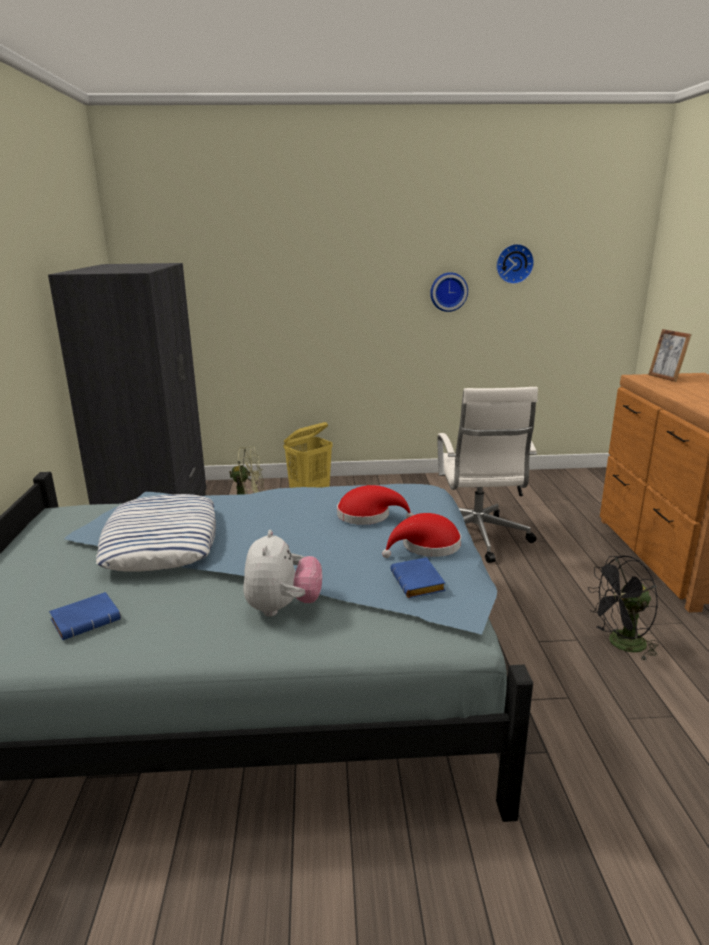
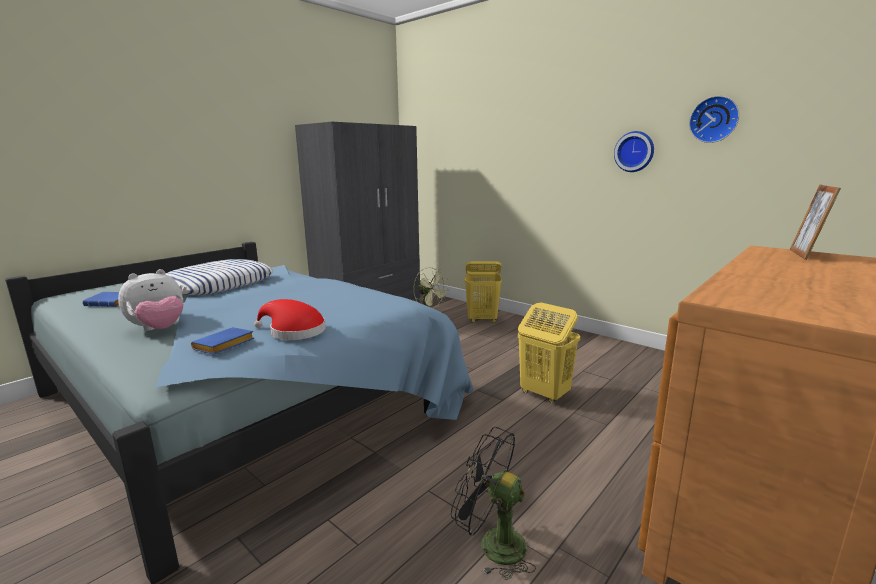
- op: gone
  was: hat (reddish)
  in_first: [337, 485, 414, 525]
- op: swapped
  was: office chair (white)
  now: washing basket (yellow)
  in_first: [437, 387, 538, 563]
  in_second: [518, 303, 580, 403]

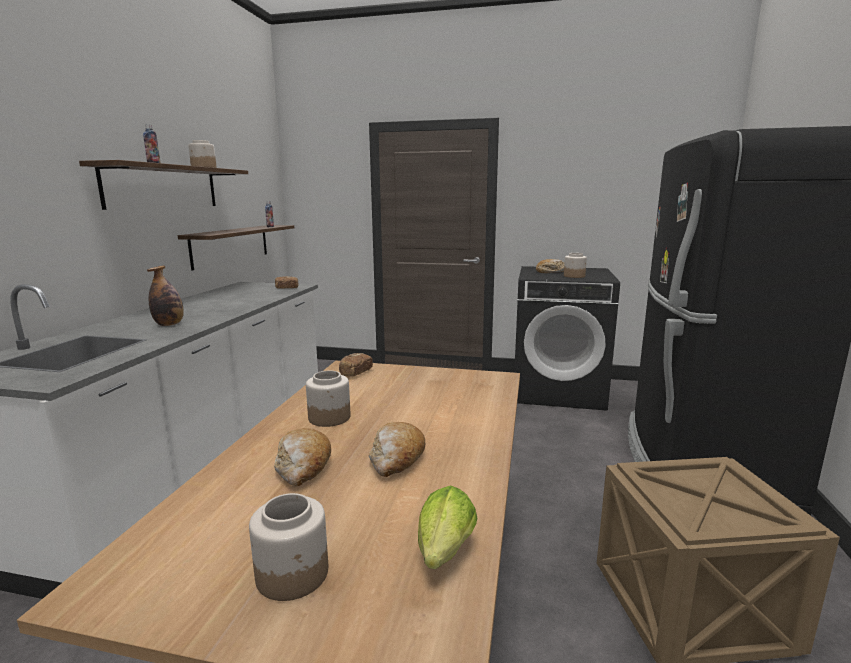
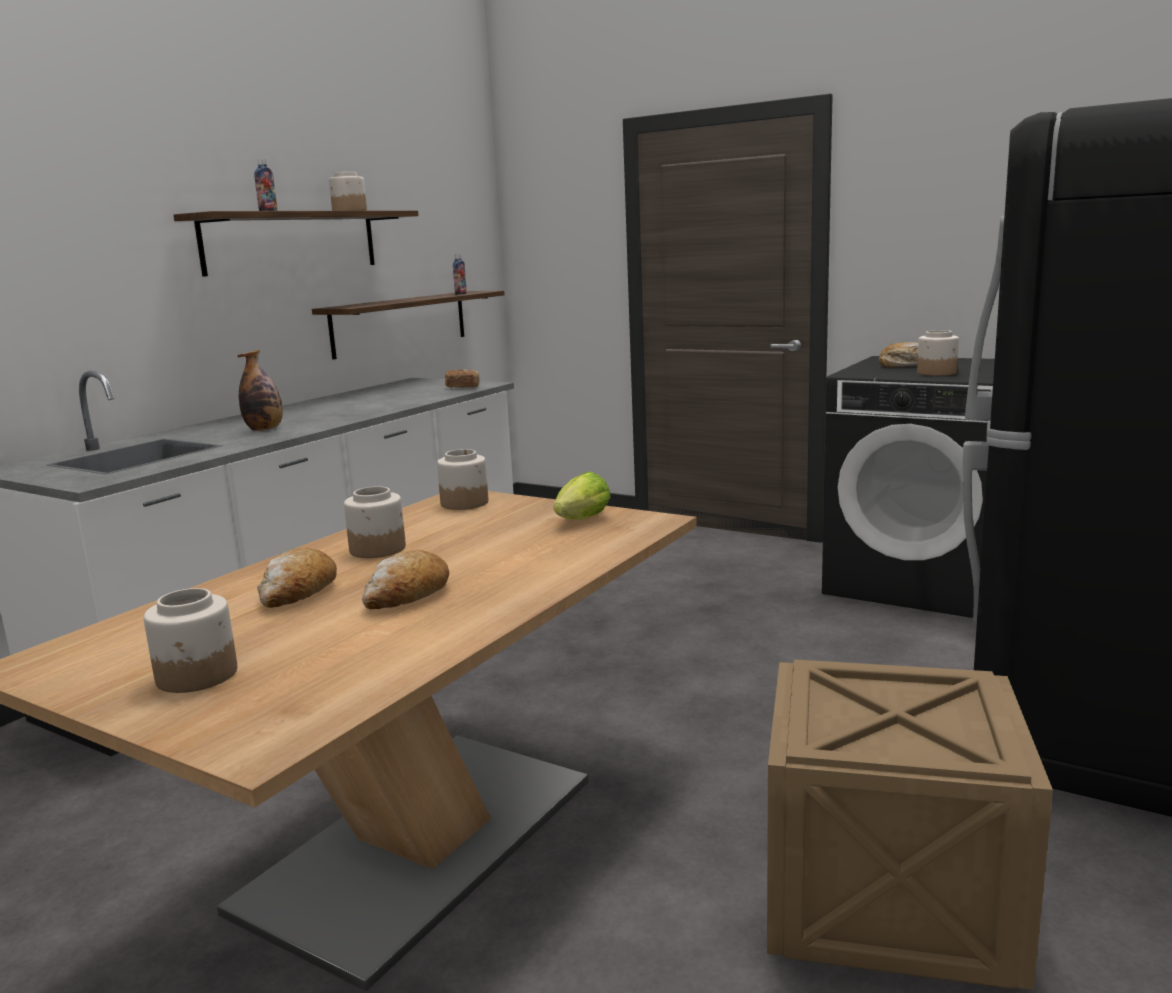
- op: shifted
  was: head of lettuce
  in_first: [418, 486, 477, 569]
  in_second: [554, 472, 611, 520]
- op: swapped
  was: baked bread
  now: storage jar
  in_first: [339, 353, 373, 376]
  in_second: [437, 449, 488, 510]

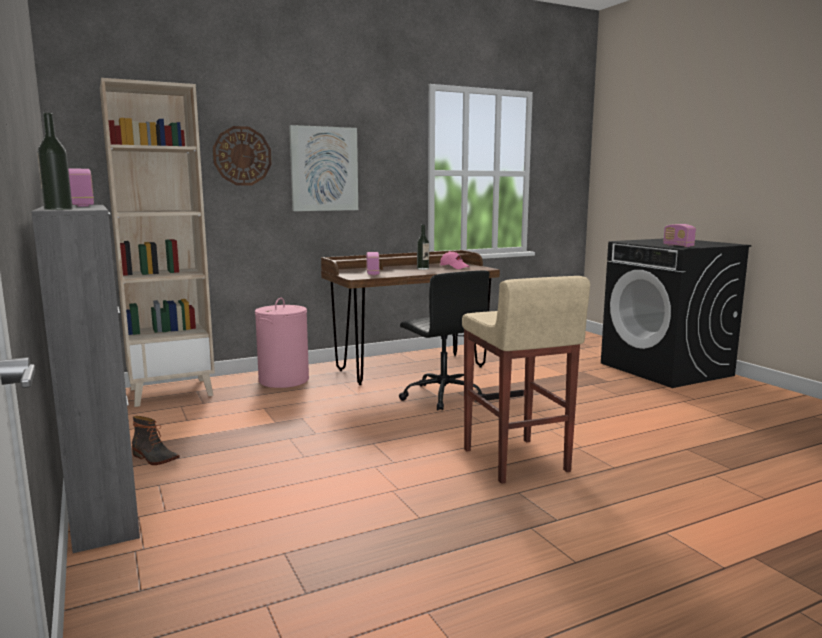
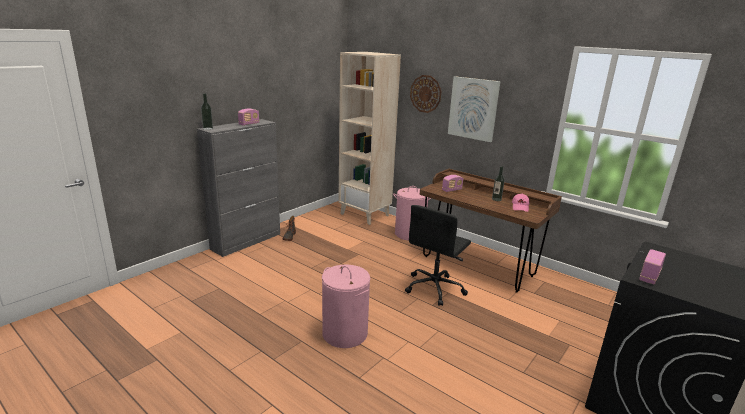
- op: swapped
  was: sitting stool (beige)
  now: washing basket (pink)
  in_first: [462, 276, 590, 484]
  in_second: [322, 265, 370, 348]

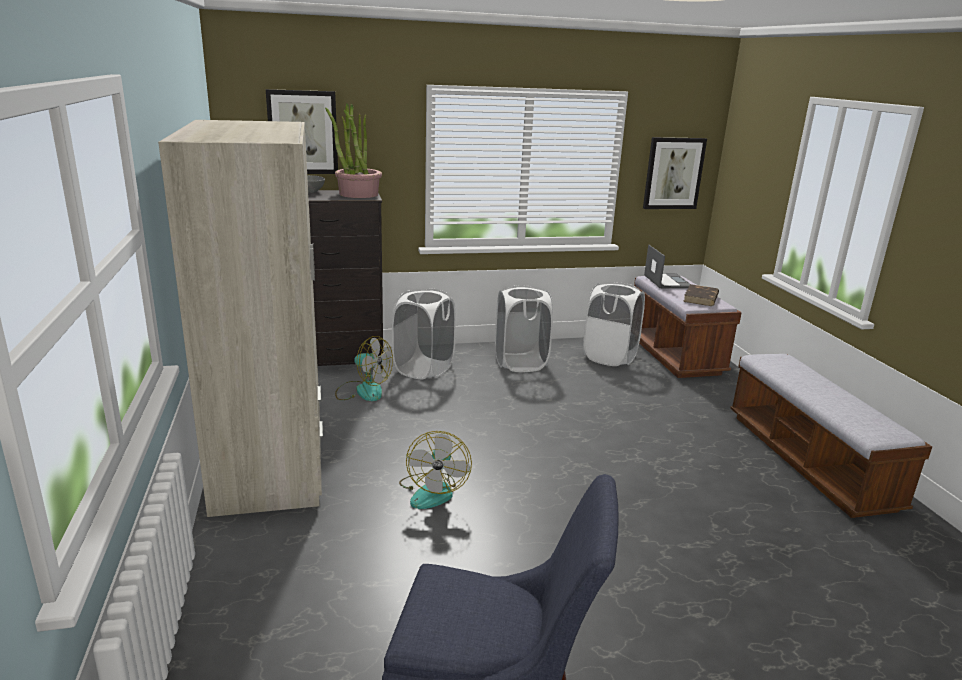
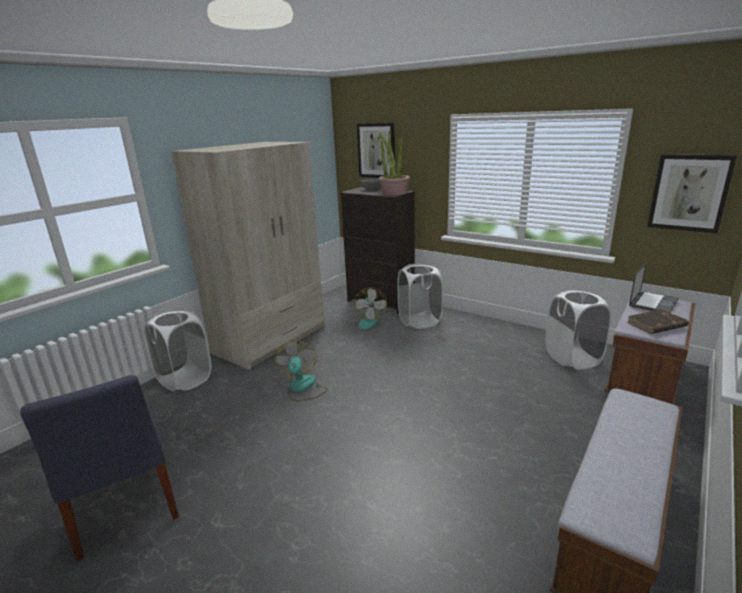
- op: shifted
  was: washing basket (white)
  in_first: [495, 285, 553, 372]
  in_second: [144, 309, 212, 392]
- op: rotated
  was: fan
  in_first: [399, 431, 472, 509]
  in_second: [274, 340, 327, 401]
  clockwise: 120

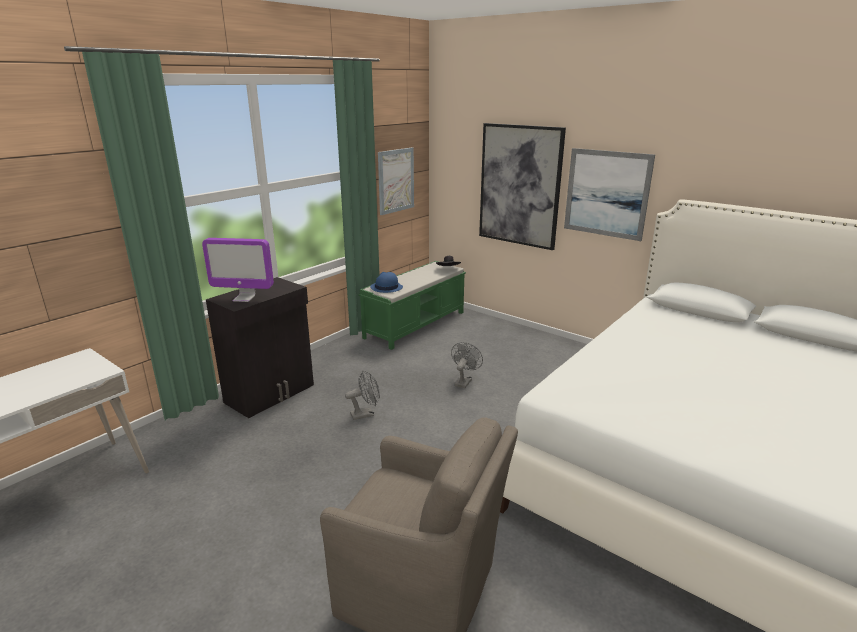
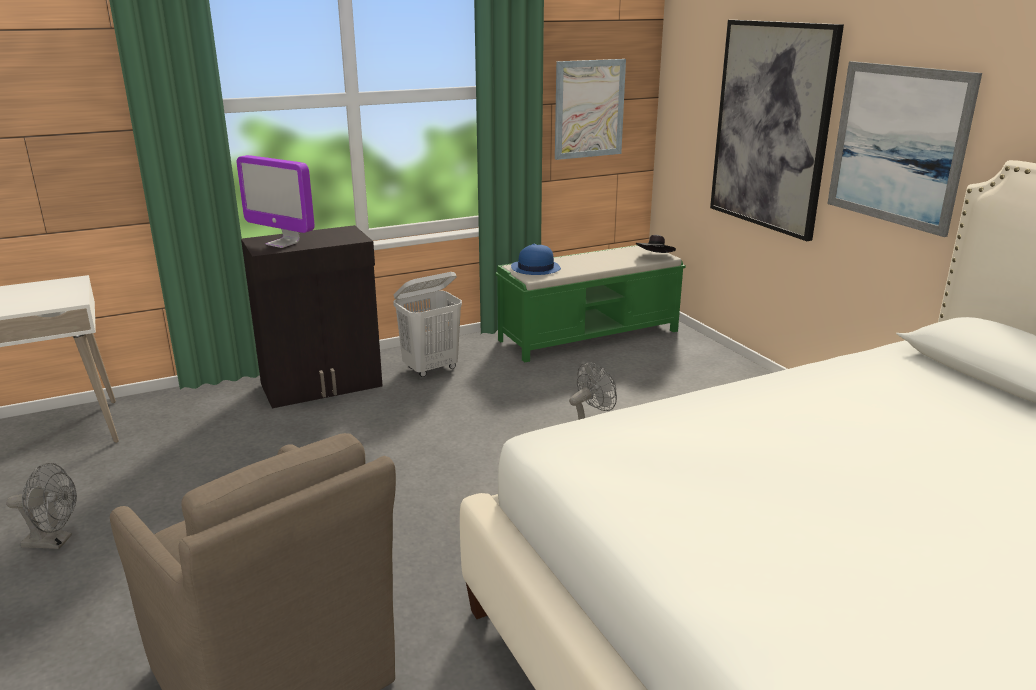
- op: new
  now: washing basket (white)
  in_second: [393, 272, 462, 377]
- op: shifted
  was: fan (grey)
  in_first: [345, 370, 380, 420]
  in_second: [6, 463, 77, 549]

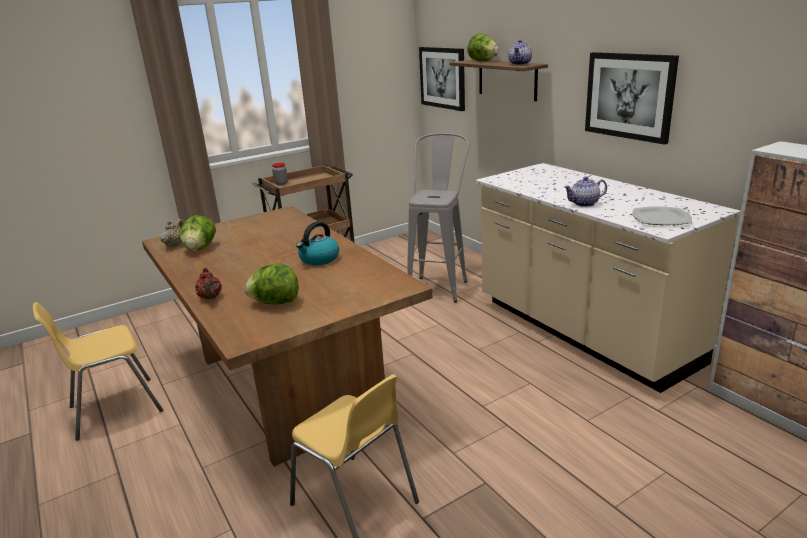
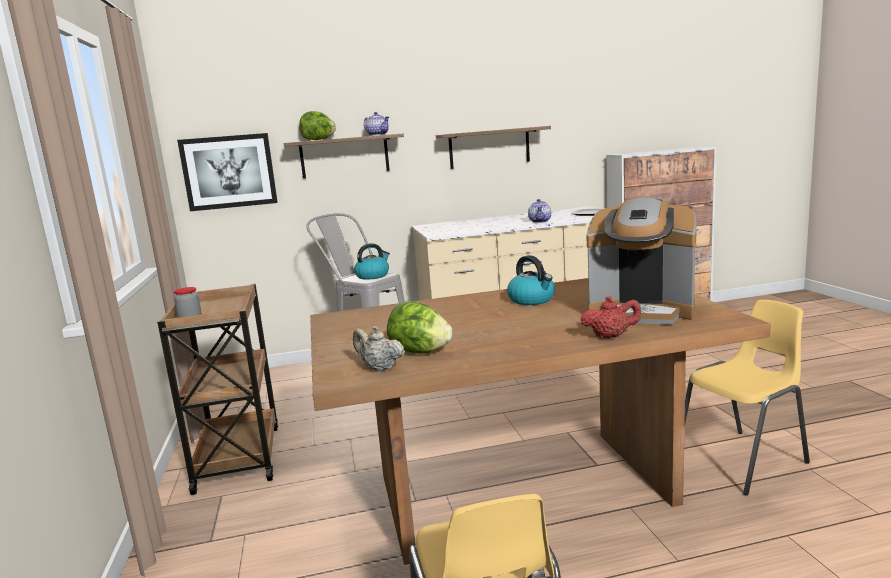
- op: new
  now: tea kettle
  in_second: [354, 243, 390, 280]
- op: swapped
  was: head of lettuce
  now: coffee machine
  in_first: [244, 263, 298, 305]
  in_second: [587, 197, 697, 325]
- op: swapped
  was: picture
  now: bracket shelf
  in_first: [585, 52, 679, 145]
  in_second: [436, 126, 551, 169]

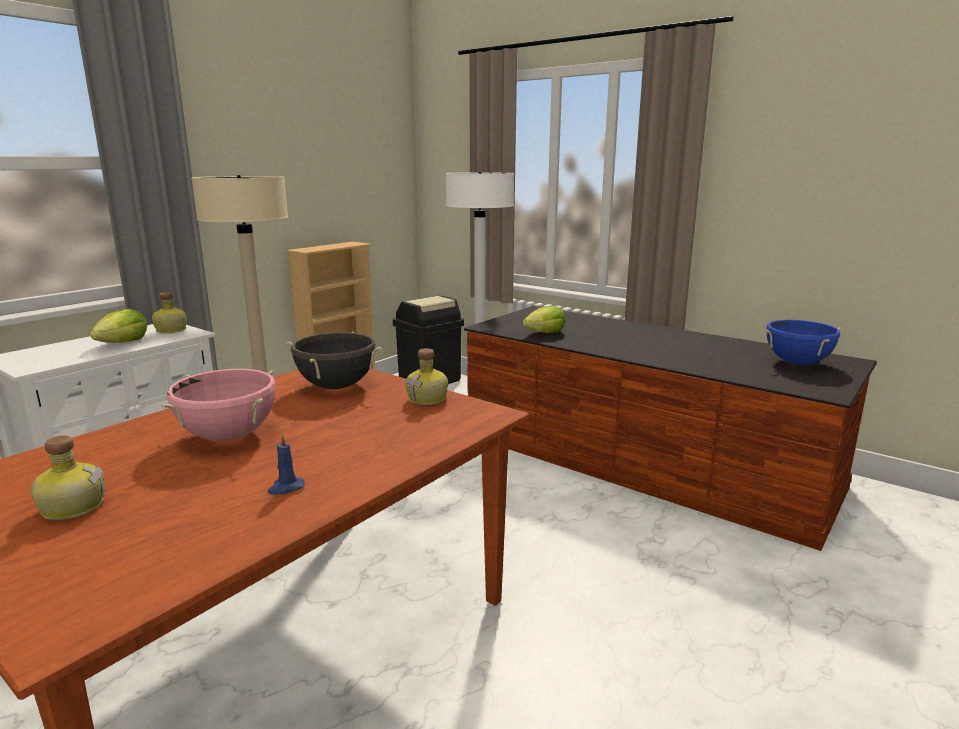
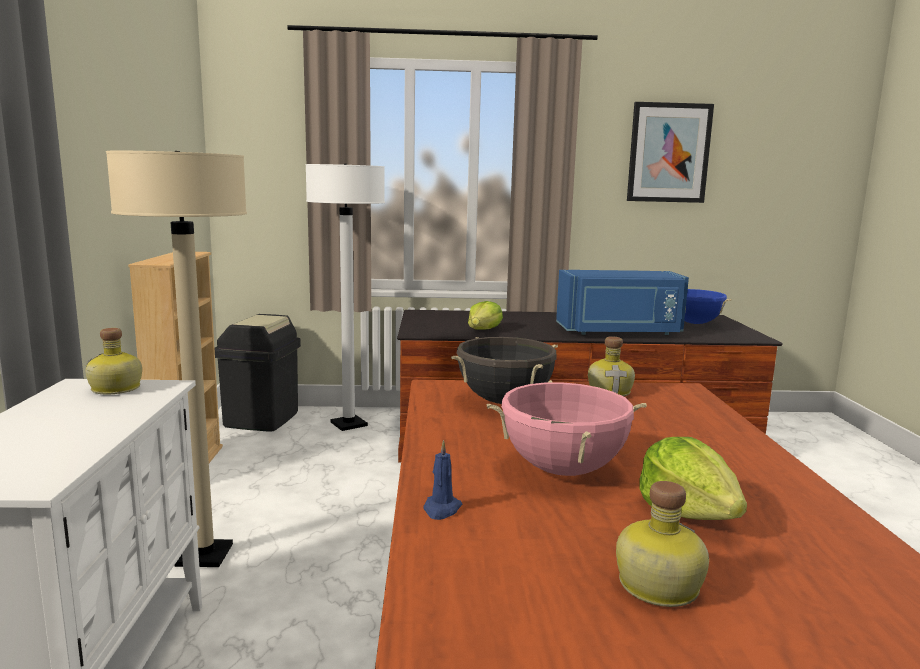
- op: new
  now: kitchen microwave (blue-coloured)
  in_second: [556, 270, 689, 335]
- op: new
  now: picture
  in_second: [627, 102, 714, 203]
- op: shifted
  was: head of lettuce
  in_first: [90, 309, 147, 343]
  in_second: [640, 437, 747, 520]
- op: shifted
  was: wax candle (blue-coloured)
  in_first: [268, 435, 305, 495]
  in_second: [423, 440, 462, 520]

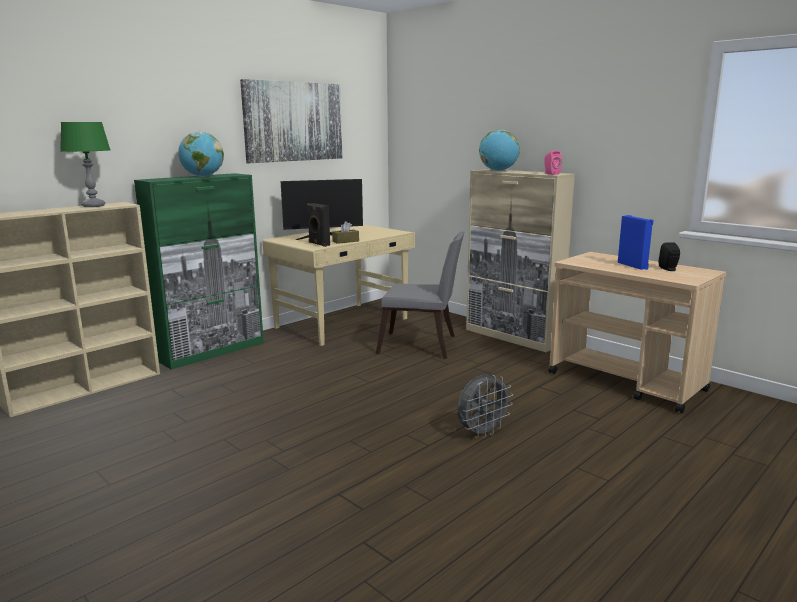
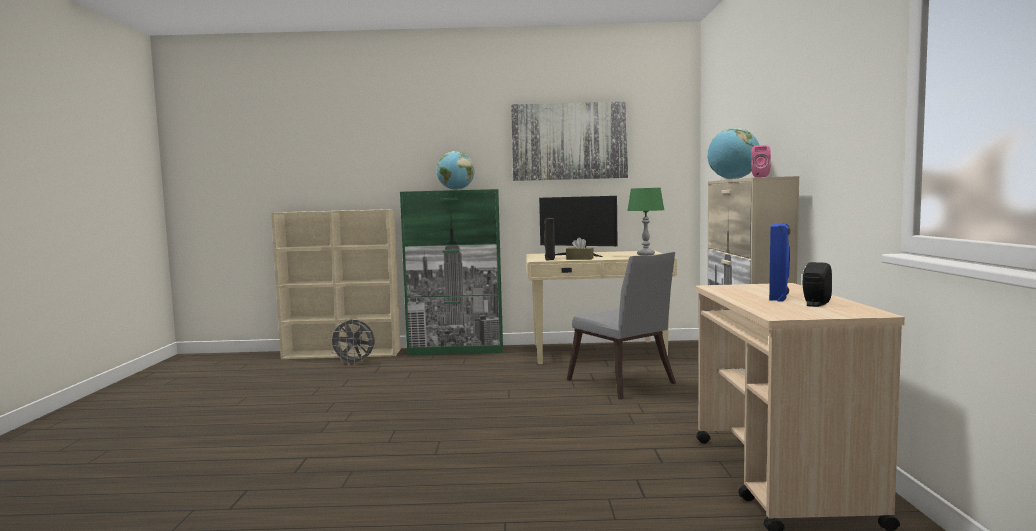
- op: shifted
  was: table lamp (greenish)
  in_first: [60, 122, 110, 207]
  in_second: [627, 188, 664, 256]
- op: shifted
  was: fan (grey)
  in_first: [457, 375, 513, 438]
  in_second: [328, 319, 375, 365]

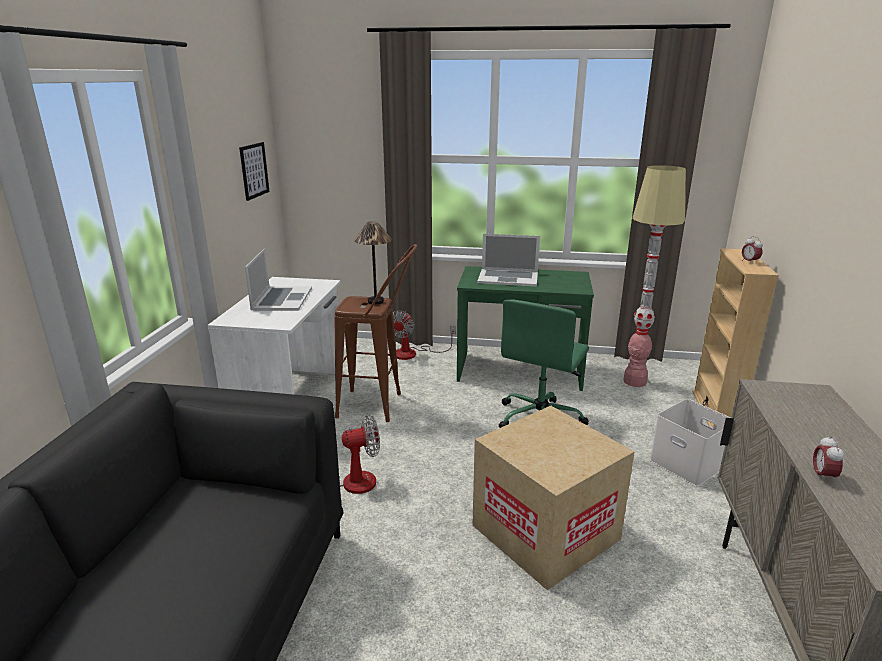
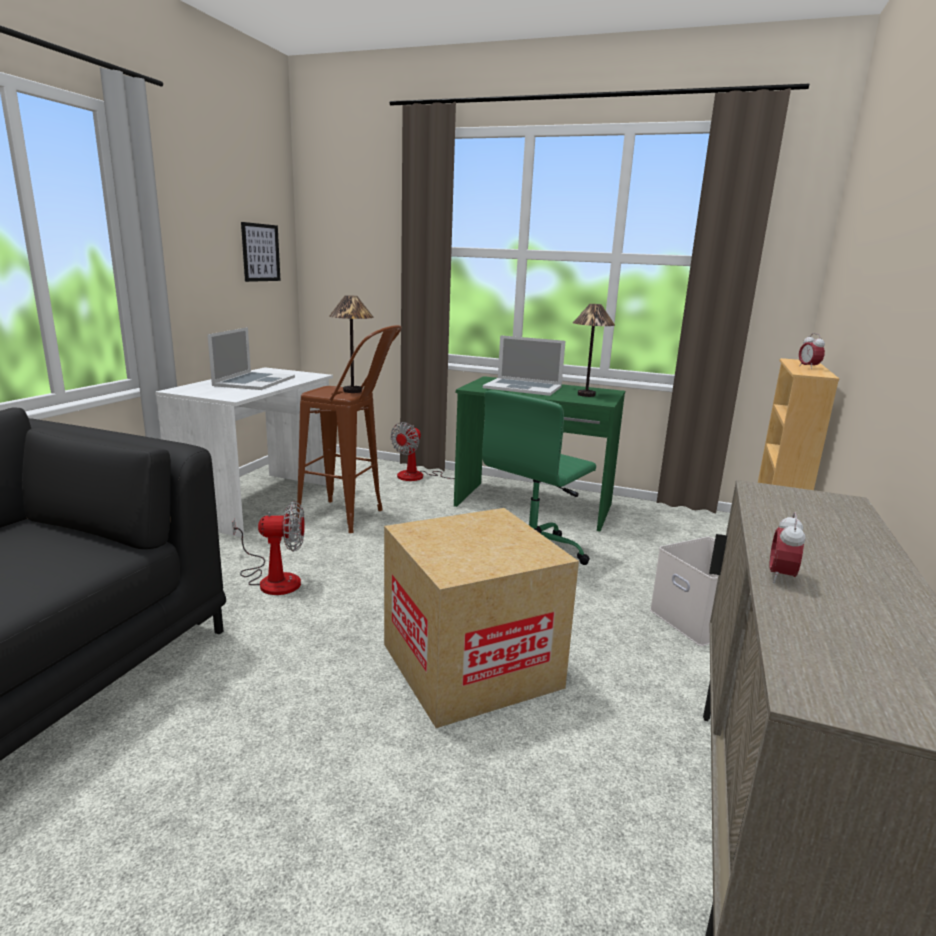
- op: gone
  was: standing lamp
  in_first: [624, 165, 686, 387]
- op: new
  now: table lamp
  in_second: [573, 304, 615, 397]

